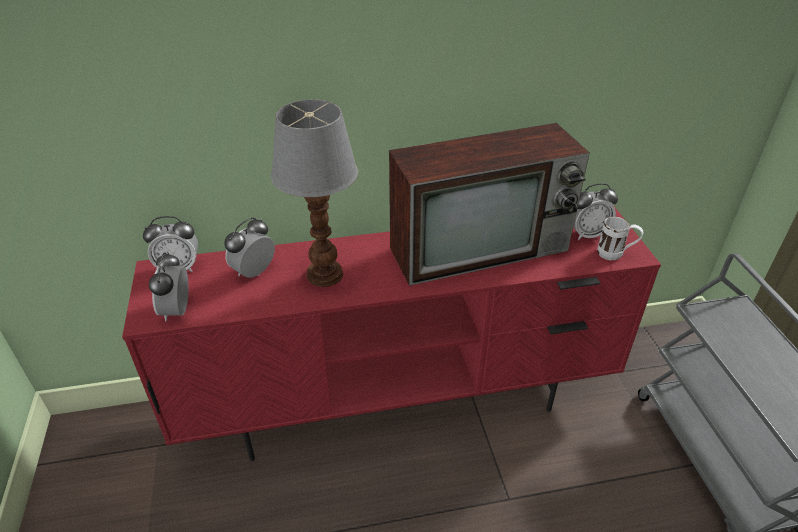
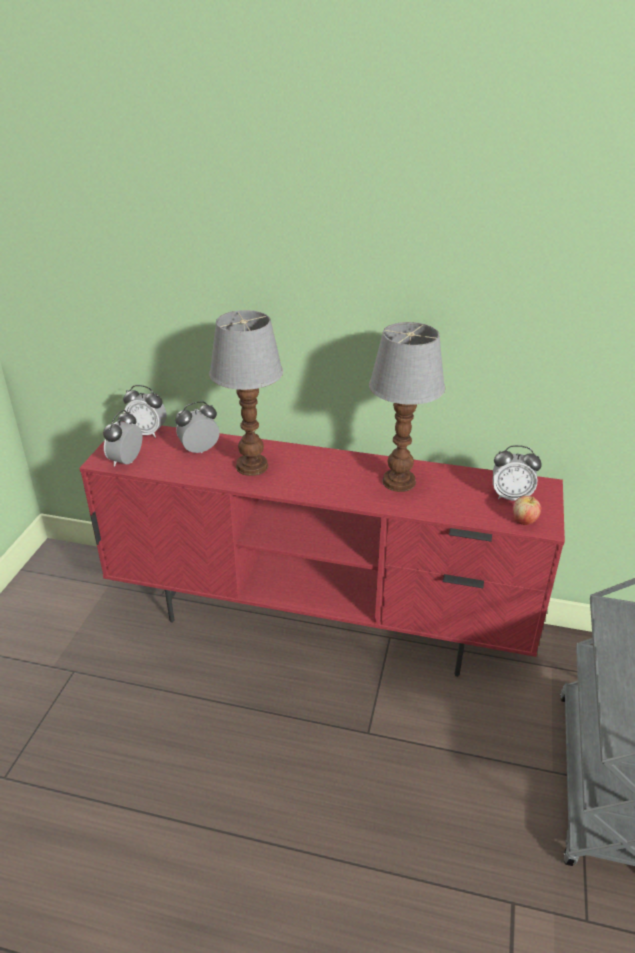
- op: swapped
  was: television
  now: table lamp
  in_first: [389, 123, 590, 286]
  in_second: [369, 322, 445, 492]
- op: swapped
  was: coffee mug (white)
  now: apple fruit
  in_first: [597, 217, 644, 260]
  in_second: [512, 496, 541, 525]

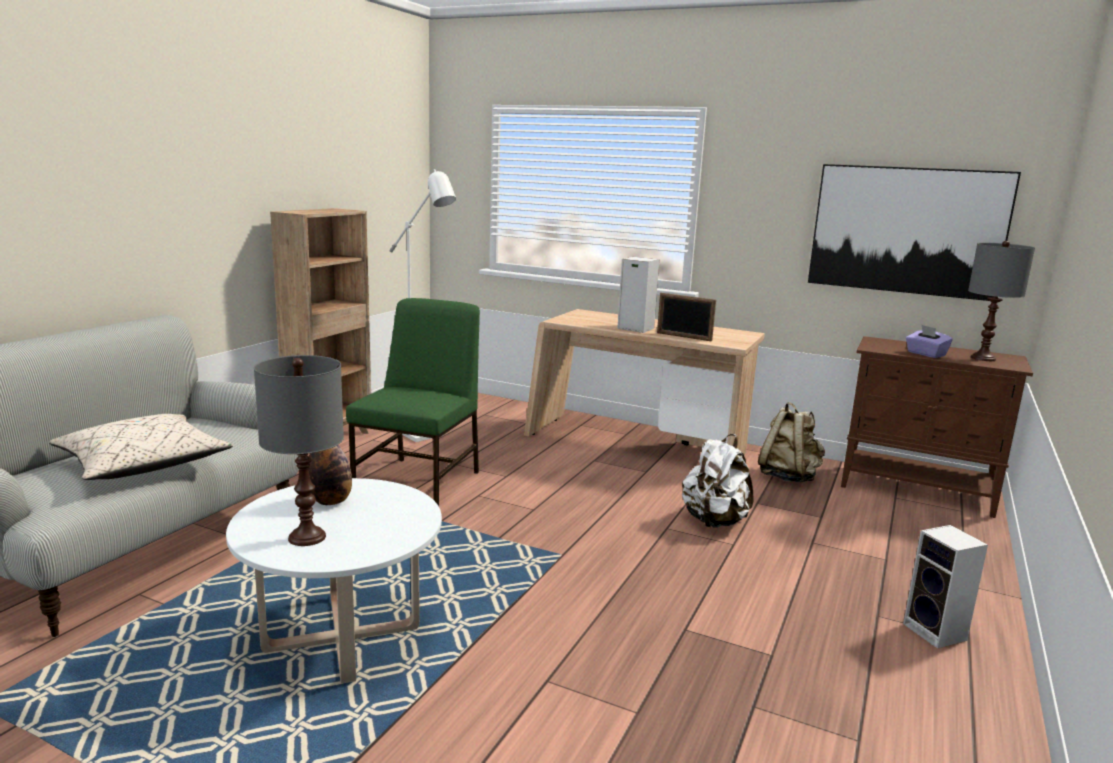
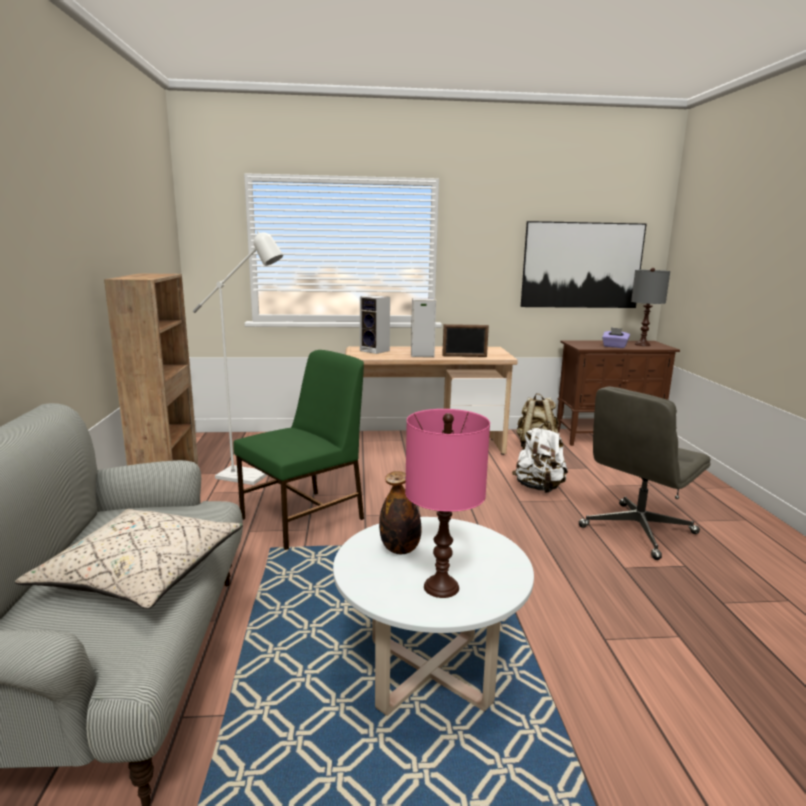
- op: new
  now: office chair (grey)
  in_second: [579, 386, 710, 560]
- op: shifted
  was: loudspeaker
  in_first: [903, 525, 988, 649]
  in_second: [360, 295, 390, 354]
- op: repainted
  was: table lamp (grey)
  now: table lamp (pink)
  in_first: [254, 355, 344, 546]
  in_second: [405, 409, 490, 598]
- op: rotated
  was: plain chair (greenish)
  in_first: [346, 298, 480, 506]
  in_second: [233, 350, 364, 550]
  clockwise: 60

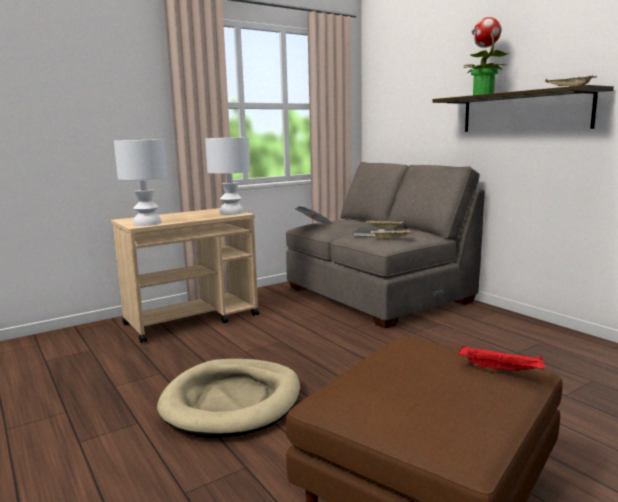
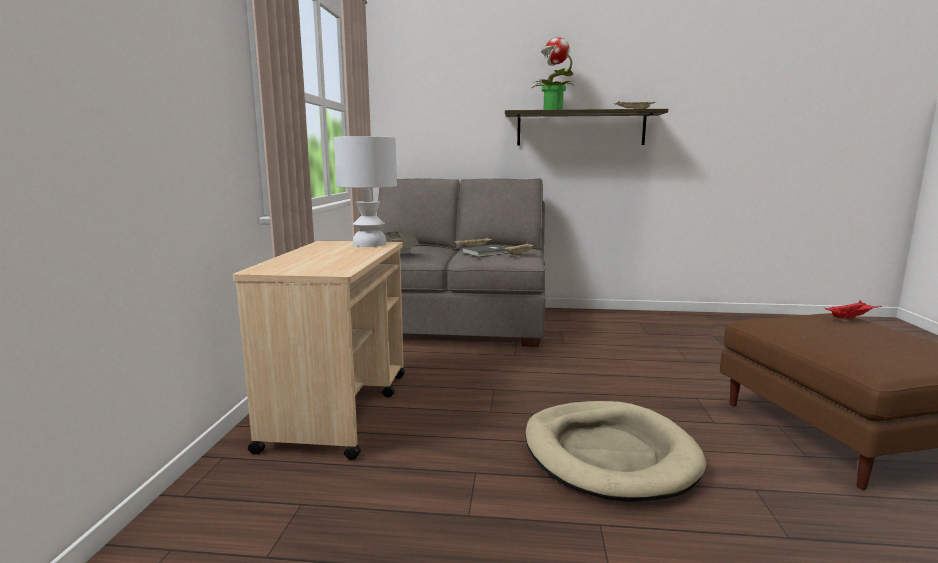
- op: gone
  was: table lamp (white)
  in_first: [114, 139, 167, 226]

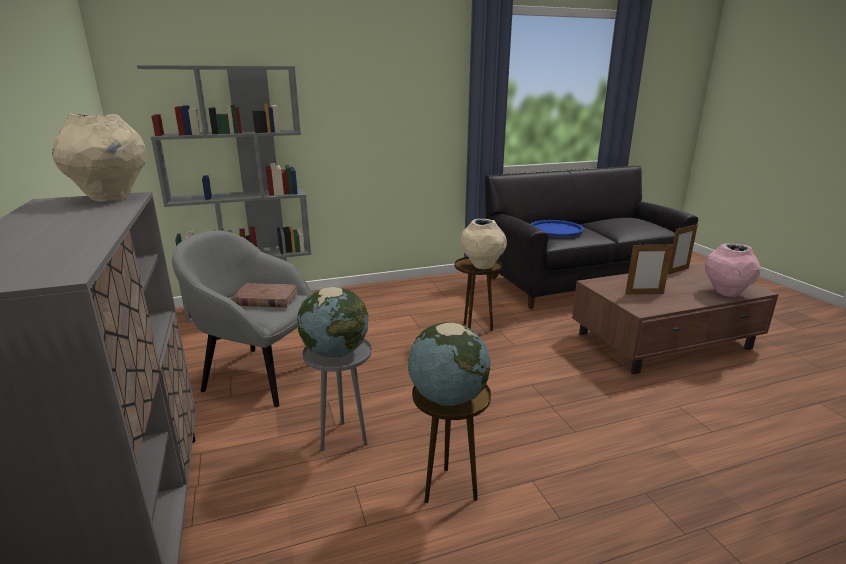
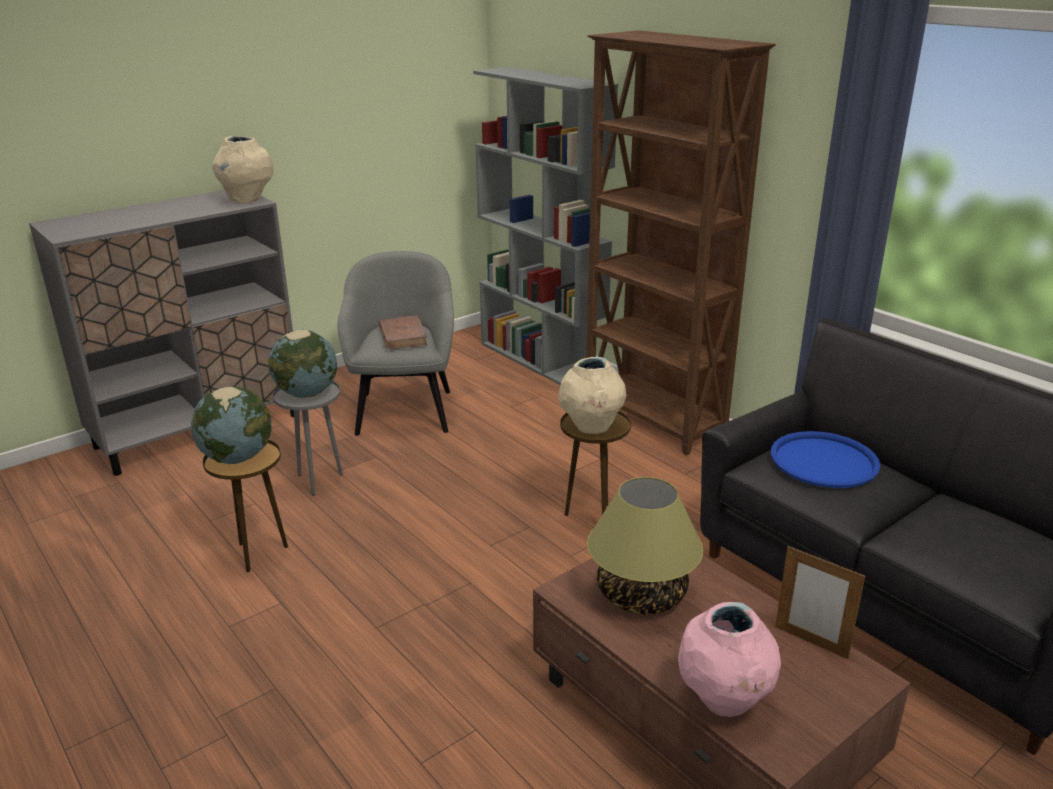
- op: new
  now: shelving unit (brown-coloured)
  in_second: [586, 30, 776, 456]
- op: swapped
  was: photo frame
  now: table lamp
  in_first: [625, 243, 673, 295]
  in_second: [587, 477, 703, 614]

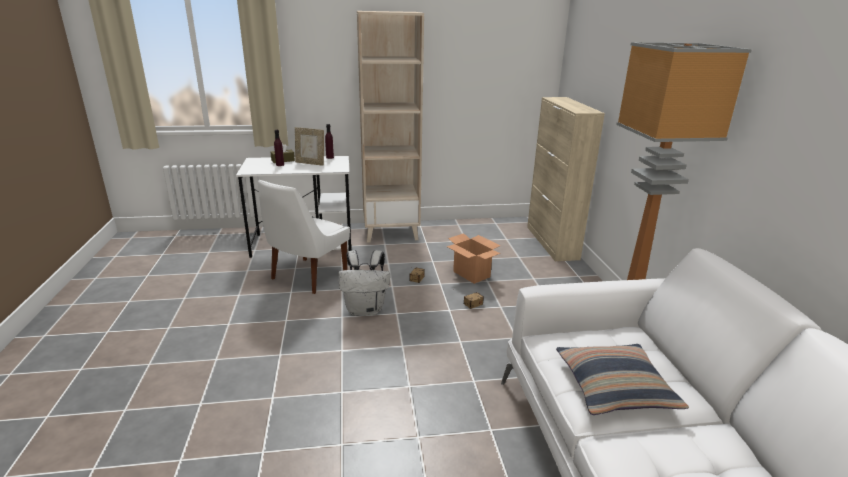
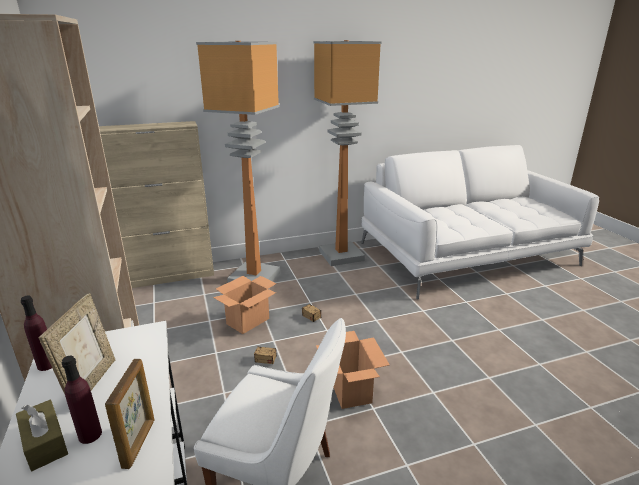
- op: gone
  was: pillow
  in_first: [556, 344, 689, 415]
- op: new
  now: photo frame
  in_second: [105, 359, 154, 469]
- op: new
  now: standing lamp
  in_second: [196, 41, 280, 283]
- op: swapped
  was: rucksack (white)
  now: cardboard box
  in_first: [339, 250, 390, 316]
  in_second: [316, 331, 390, 409]

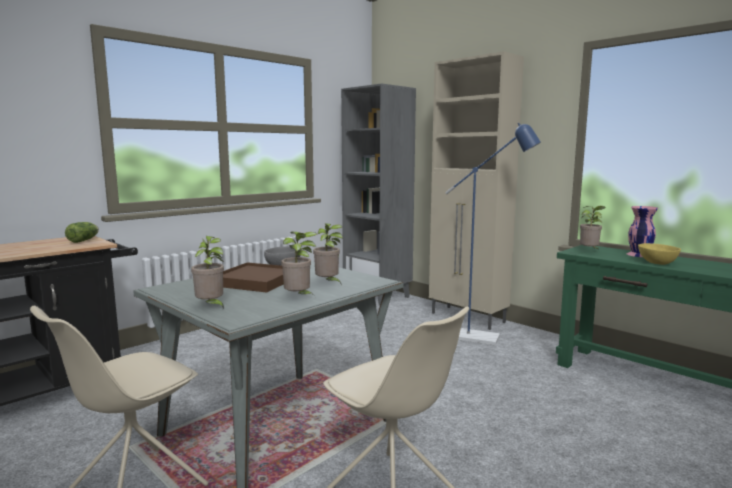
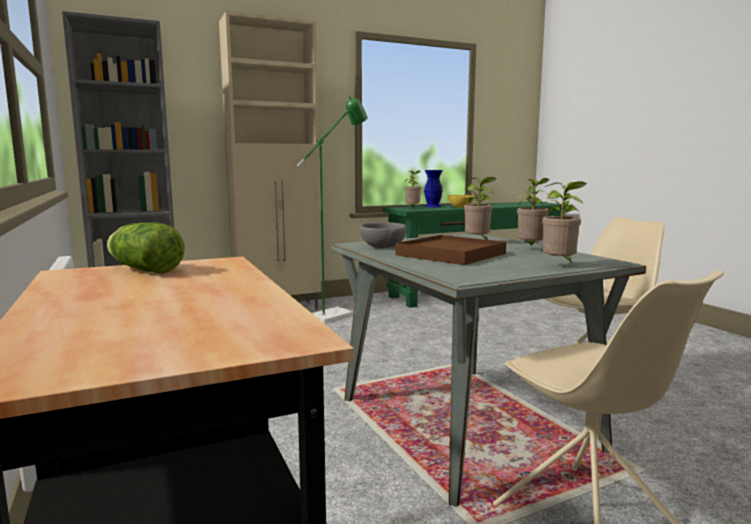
- op: repainted
  was: standing lamp (blue-coloured)
  now: standing lamp (greenish)
  in_first: [445, 123, 541, 345]
  in_second: [296, 96, 368, 323]
- op: repainted
  was: decorative vase (pink)
  now: decorative vase (blue-coloured)
  in_first: [627, 206, 658, 257]
  in_second: [424, 170, 443, 207]

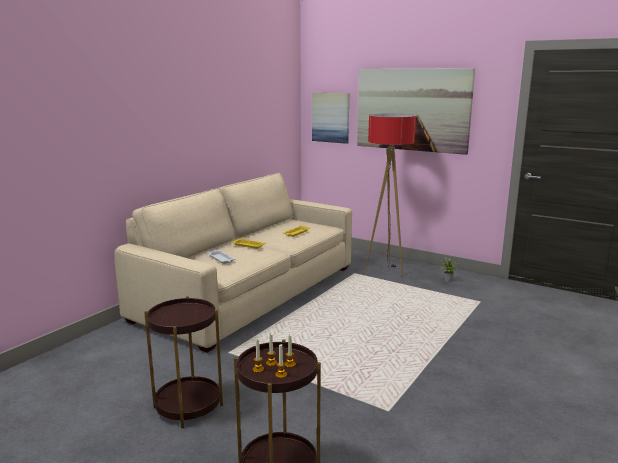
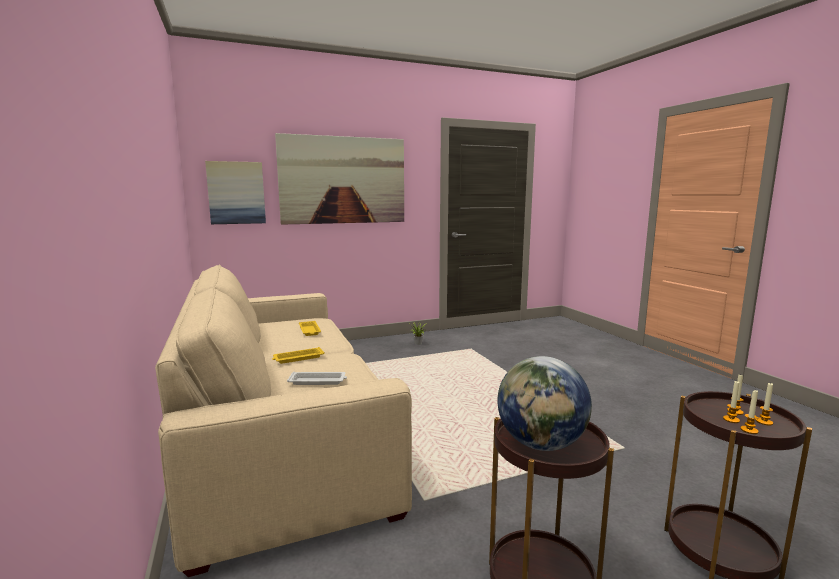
- op: gone
  was: standing lamp
  in_first: [365, 114, 416, 276]
- op: new
  now: globe
  in_second: [497, 356, 592, 451]

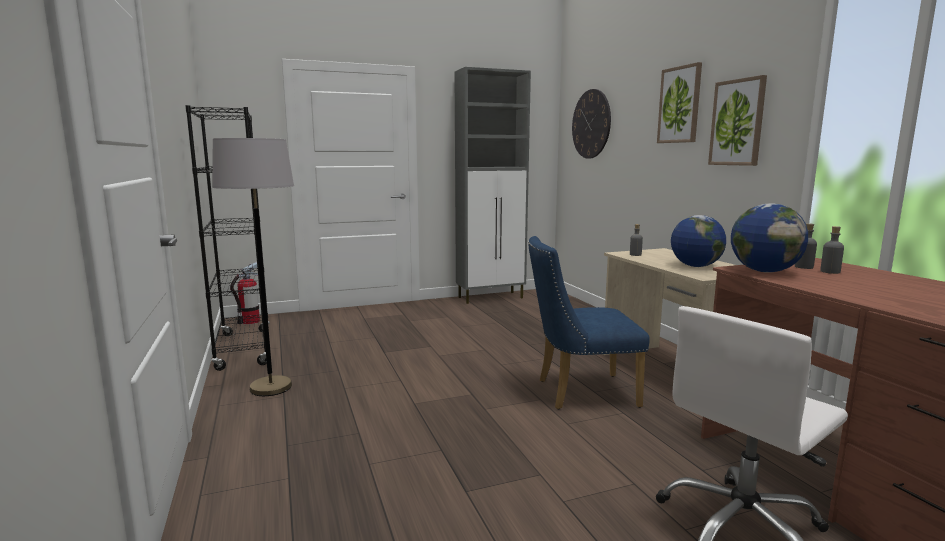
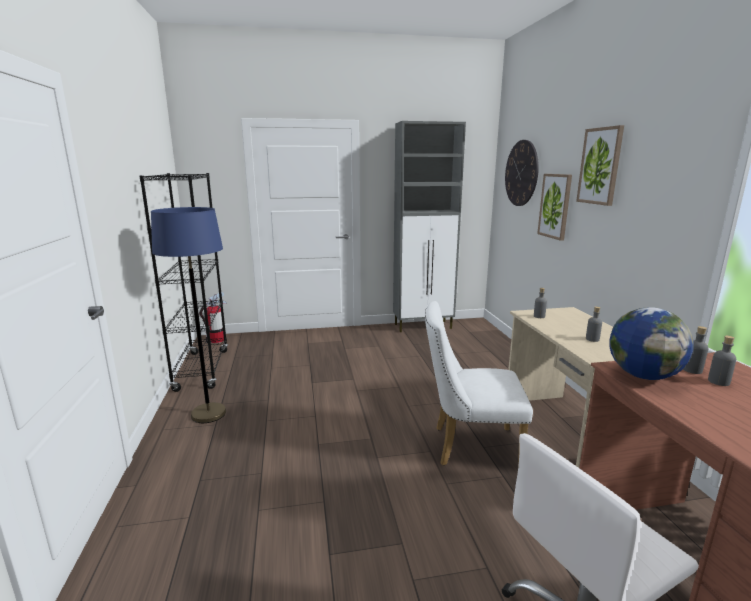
- op: shifted
  was: picture
  in_first: [708, 75, 767, 166]
  in_second: [537, 174, 572, 241]
- op: swapped
  was: globe
  now: bottle (grey)
  in_first: [671, 215, 726, 267]
  in_second: [586, 307, 602, 342]
- op: repainted
  was: standing lamp (grey)
  now: standing lamp (blue-coloured)
  in_first: [212, 138, 294, 396]
  in_second: [151, 207, 226, 423]
- op: repainted
  was: plain chair (blue-coloured)
  now: plain chair (white)
  in_first: [528, 236, 650, 409]
  in_second: [425, 301, 533, 466]

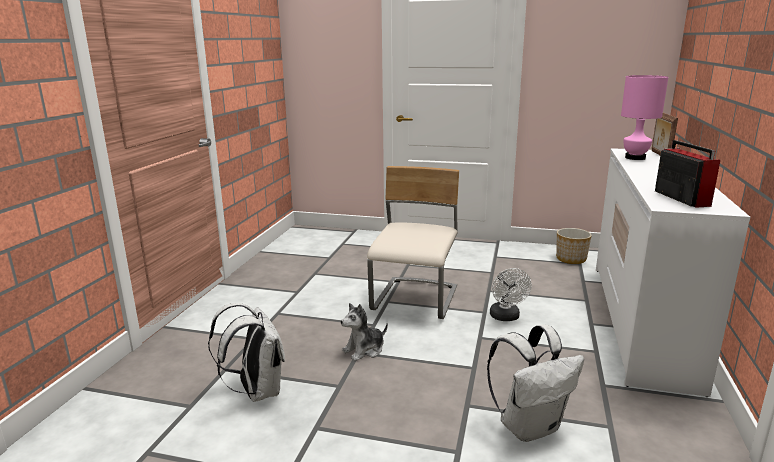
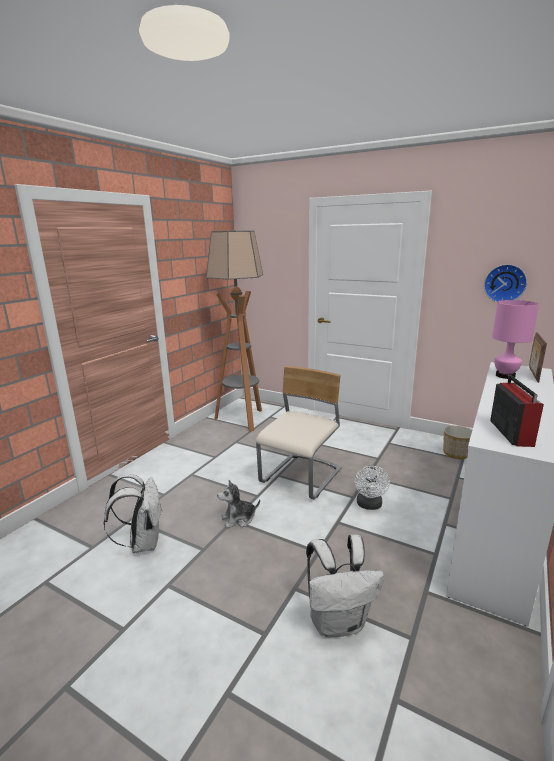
- op: new
  now: standing lamp
  in_second: [206, 230, 263, 432]
- op: new
  now: hanging clock
  in_second: [484, 264, 527, 302]

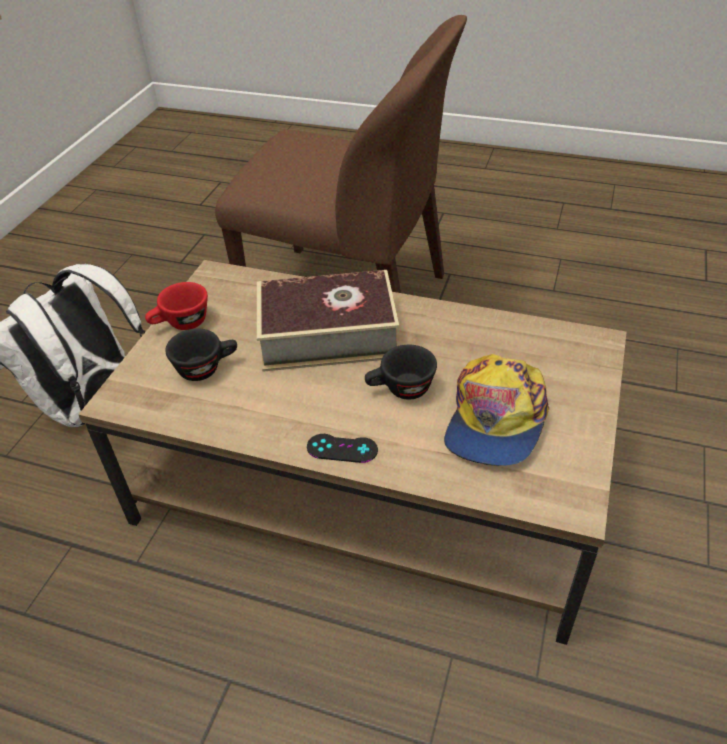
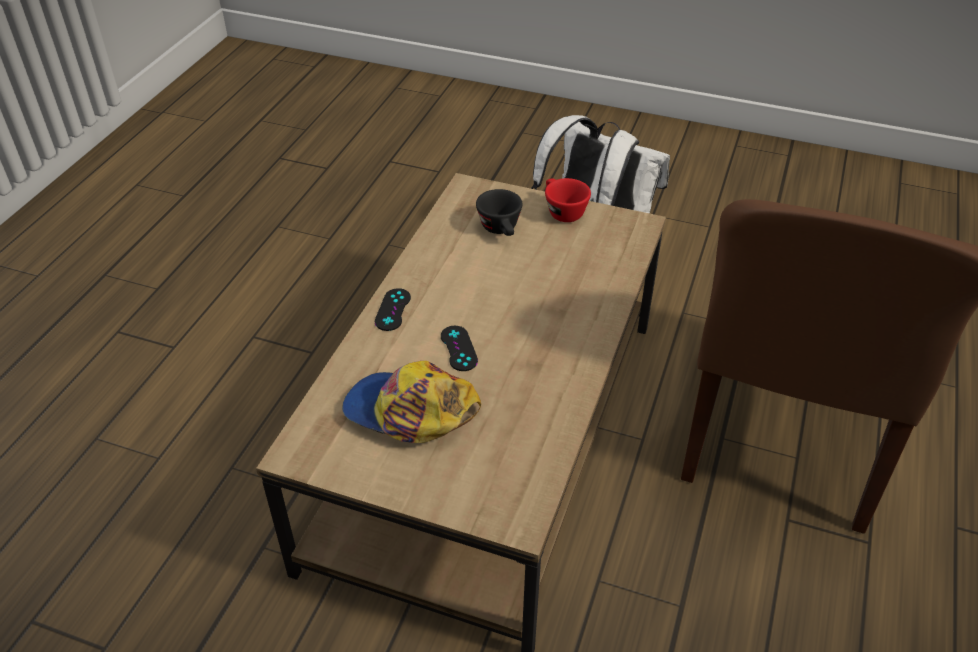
- op: gone
  was: volume
  in_first: [257, 270, 399, 372]
- op: swapped
  was: cup (black-coloured)
  now: gamepad (black-coloured)
  in_first: [365, 345, 437, 400]
  in_second: [441, 326, 478, 371]

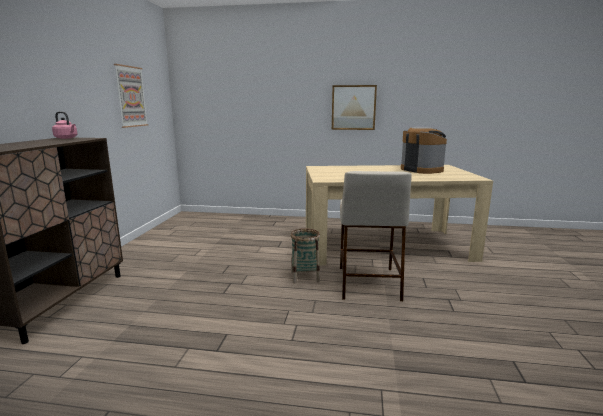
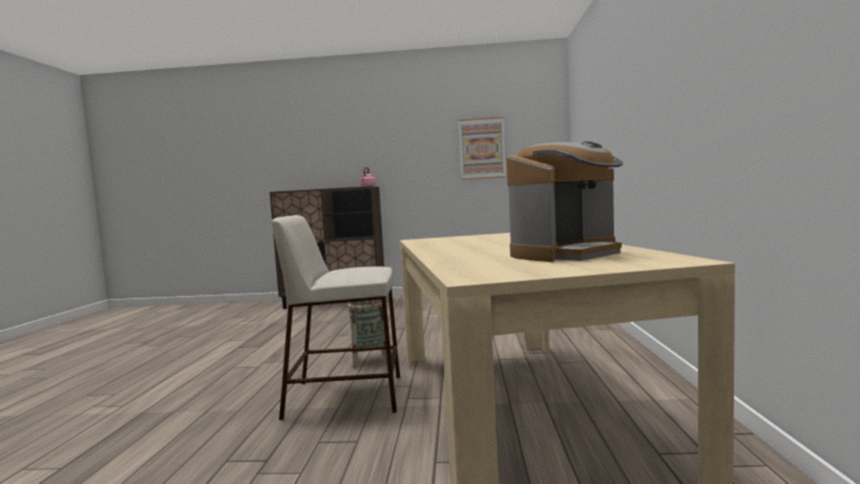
- op: gone
  was: picture
  in_first: [332, 85, 377, 130]

